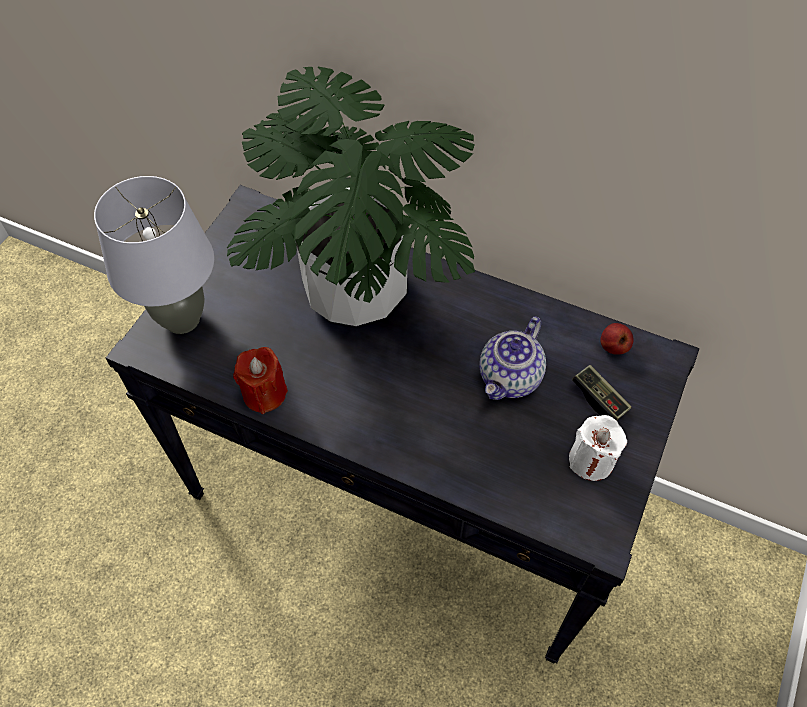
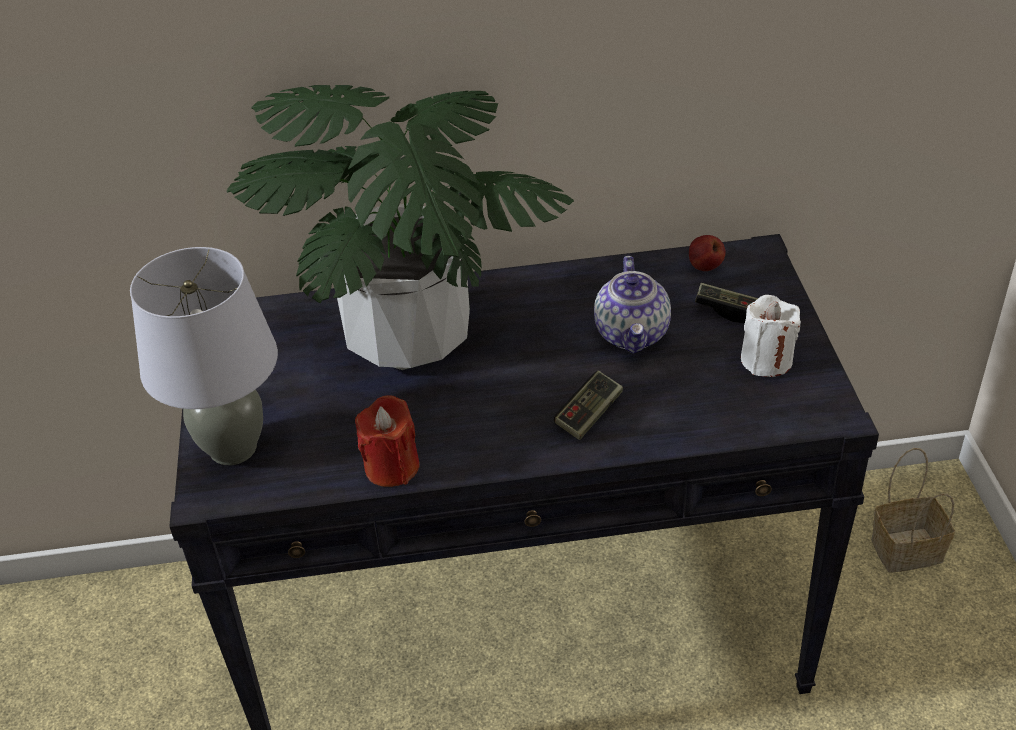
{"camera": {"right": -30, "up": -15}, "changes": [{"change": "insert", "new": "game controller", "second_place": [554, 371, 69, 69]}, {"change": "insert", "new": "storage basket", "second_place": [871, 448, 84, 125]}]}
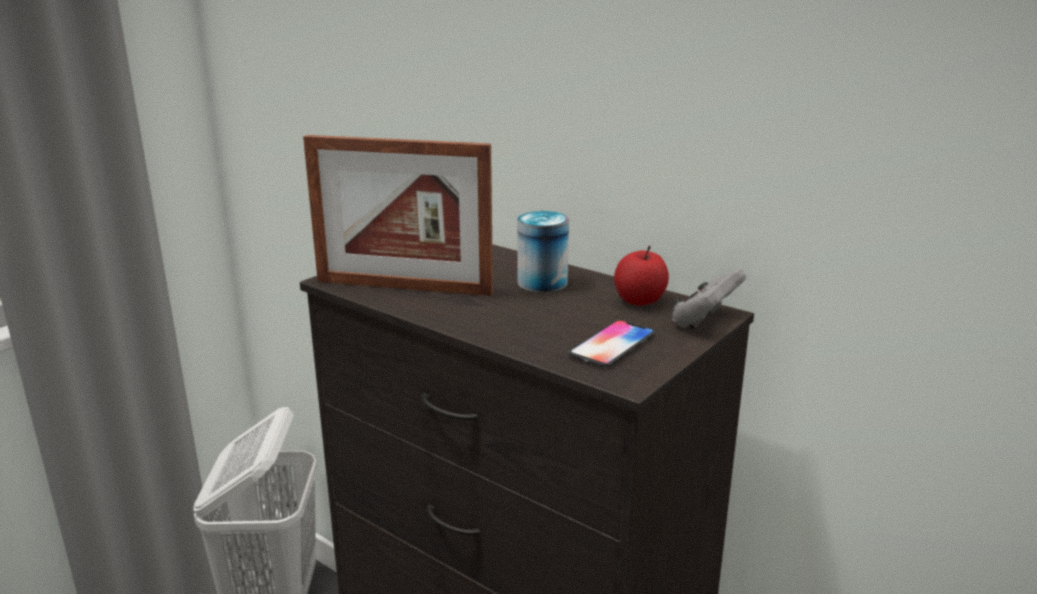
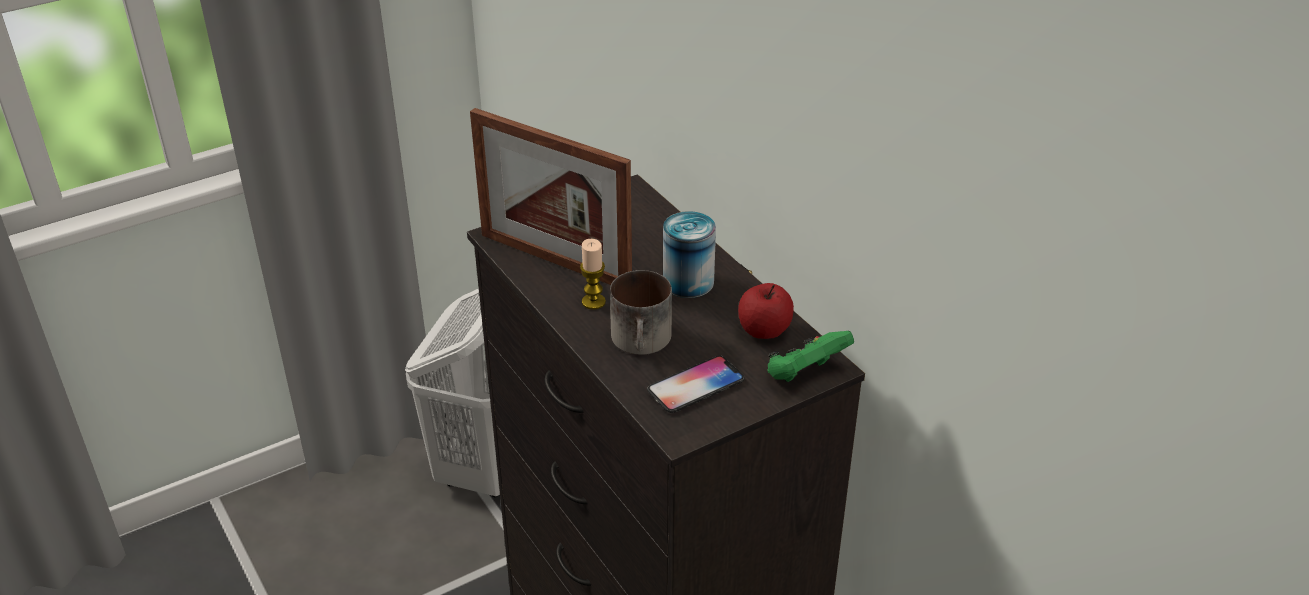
{"camera": {"right": 20, "up": 15}, "changes": [{"change": "recolor", "old": "greyish game controller", "new": "green game controller", "first_place": [672, 269, 74, 60], "second_place": [767, 331, 87, 51]}, {"change": "insert", "new": "candle", "second_place": [580, 239, 26, 71]}, {"change": "insert", "new": "tea mug", "second_place": [610, 270, 62, 85]}]}
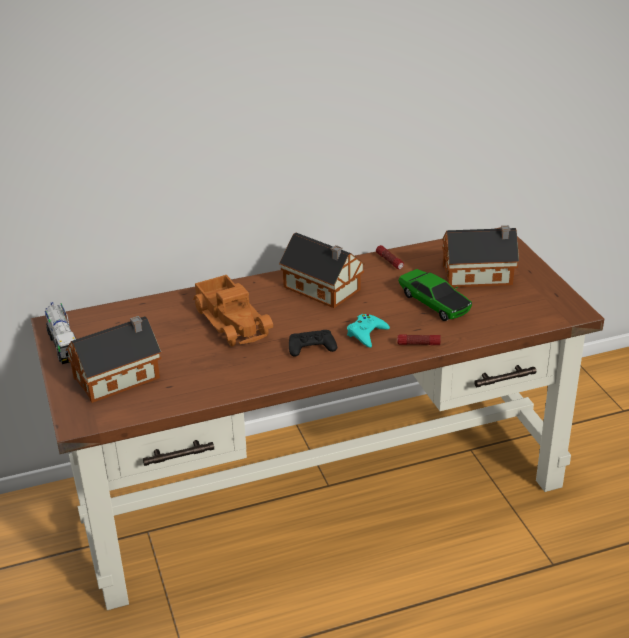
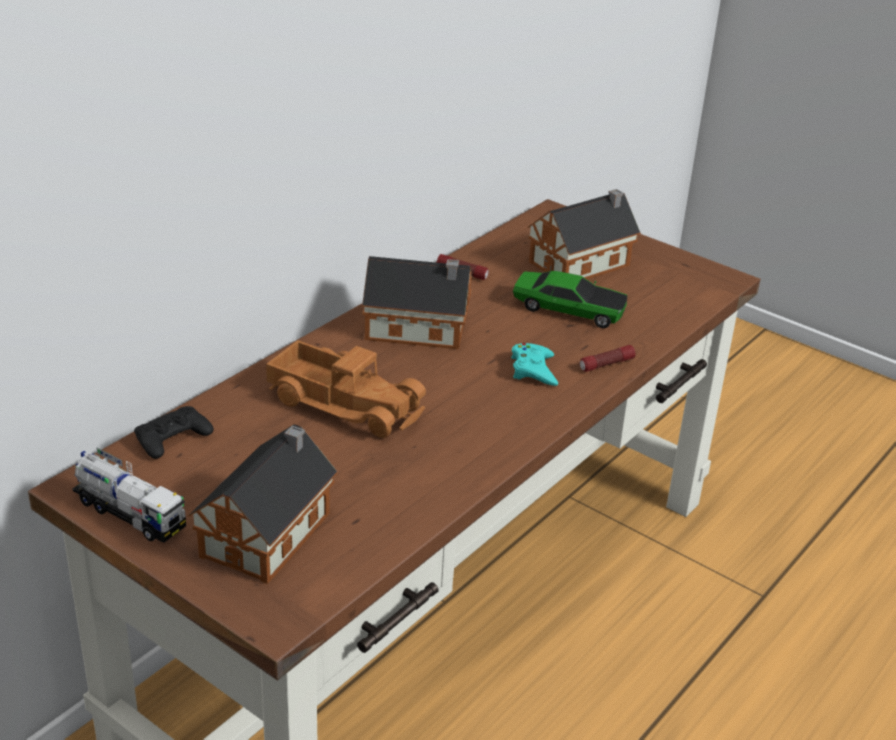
{"camera": {"right": -35, "up": 0}, "changes": [{"change": "move", "old": "black game controller", "first_place": [289, 330, 48, 27], "second_place": [134, 406, 80, 53]}]}
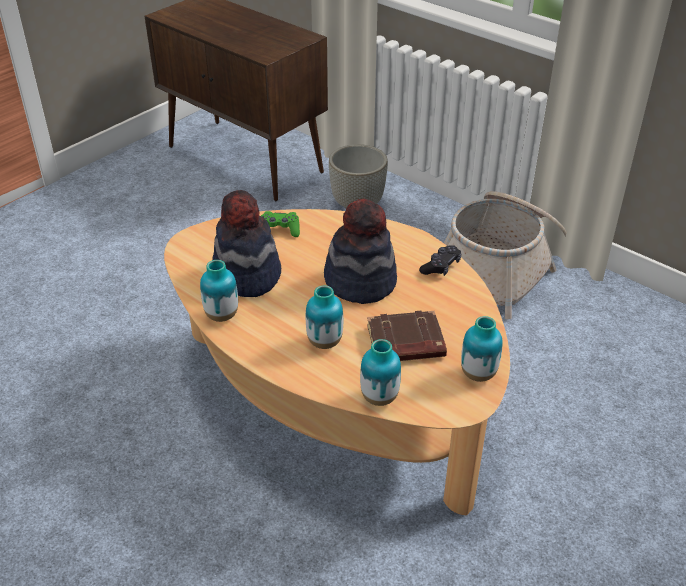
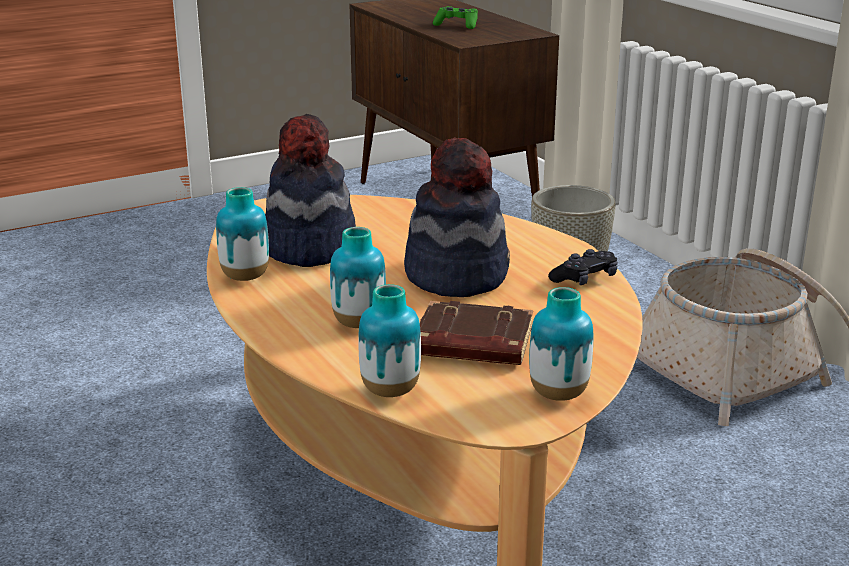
{"camera": {"right": 20, "up": -15}, "changes": [{"change": "move", "old": "green game controller", "first_place": [261, 211, 39, 26], "second_place": [433, 6, 45, 23]}]}
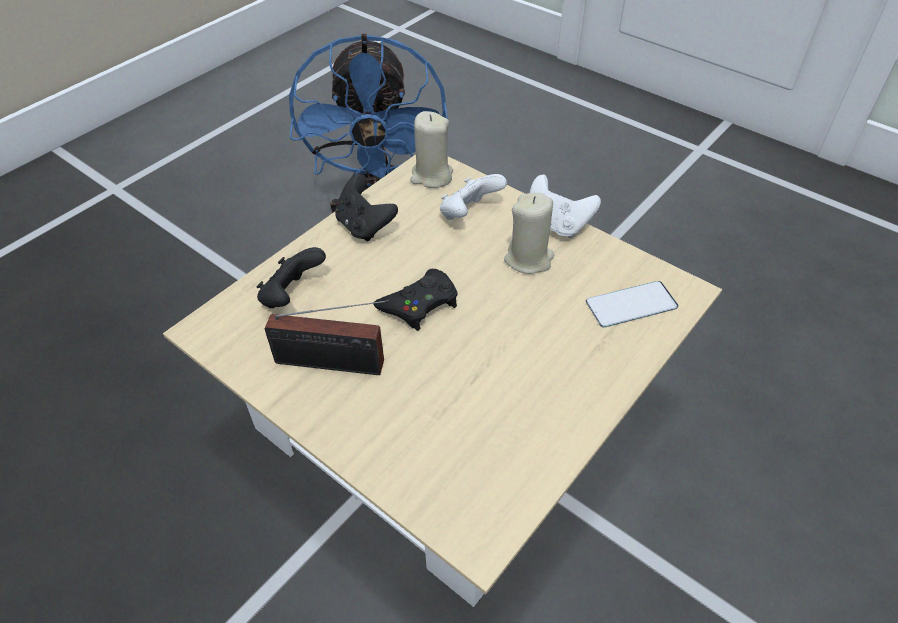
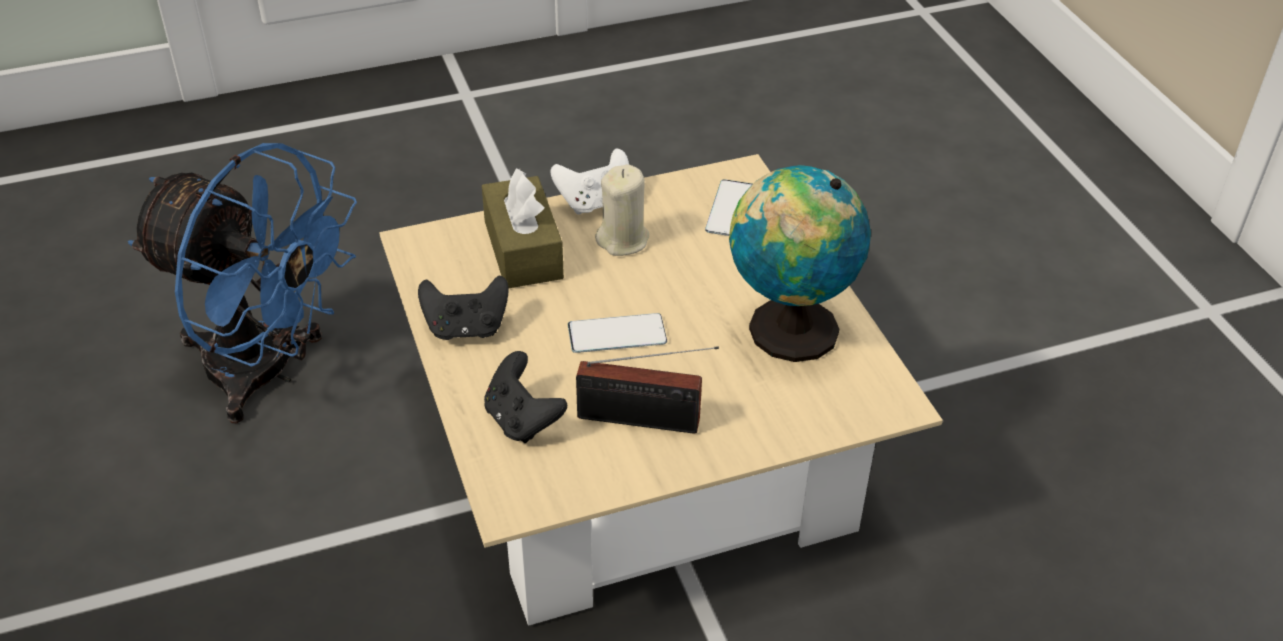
{"camera": {"right": -60, "up": -5}, "changes": [{"change": "rotate", "old": "radio set", "first_place": [265, 300, 125, 75], "second_place": [576, 346, 143, 88], "degrees": 60}, {"change": "replace", "old": "black game controller", "new": "handset", "first_place": [374, 269, 84, 62], "second_place": [568, 313, 99, 40]}, {"change": "delete", "old": "sand-coloured candle", "first_place": [410, 111, 43, 77]}, {"change": "replace", "old": "whitish game controller", "new": "brown tissue box", "first_place": [440, 174, 67, 46], "second_place": [482, 168, 82, 120]}, {"change": "insert", "new": "desk globe", "second_place": [729, 165, 142, 197]}]}
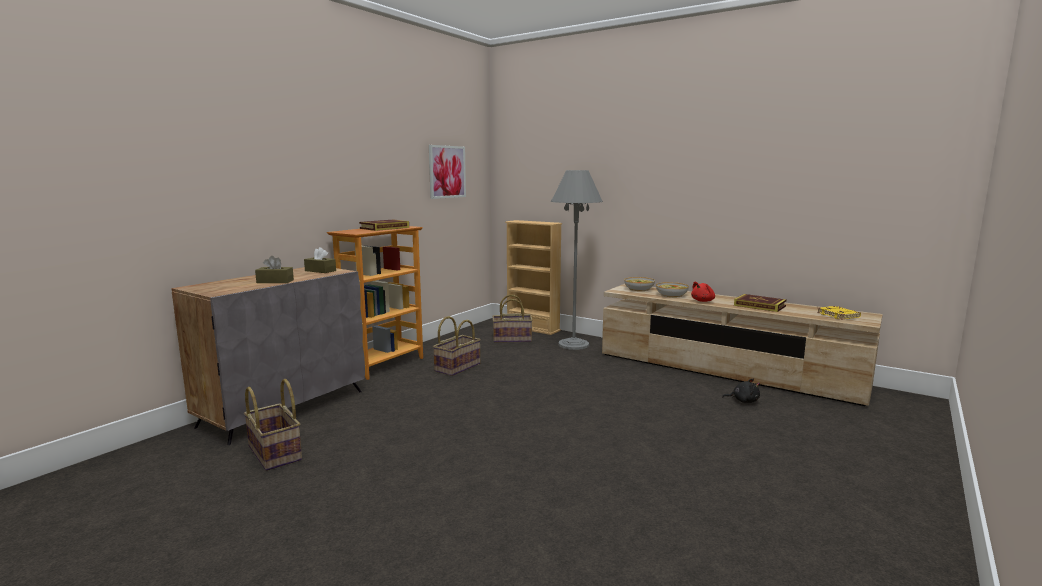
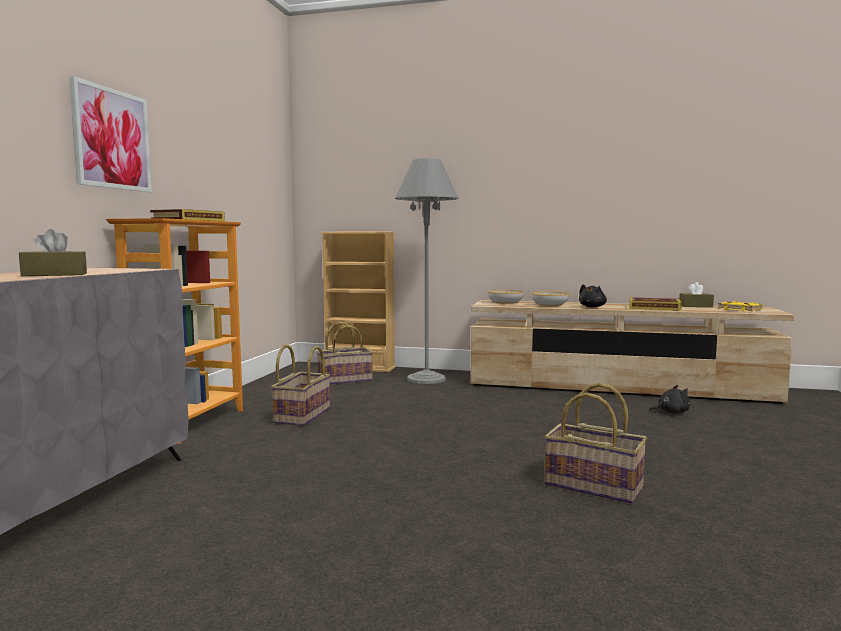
{"camera": {"right": -20, "up": -5}, "changes": [{"change": "move", "old": "storage basket", "first_place": [244, 379, 58, 92], "second_place": [544, 383, 103, 121]}, {"change": "move", "old": "brown tissue box", "first_place": [304, 247, 32, 26], "second_place": [679, 282, 35, 25]}, {"change": "move", "old": "wall picture", "first_place": [429, 145, 37, 54], "second_place": [69, 76, 83, 116]}, {"change": "recolor", "old": "reddish cuddly toy", "new": "black cuddly toy", "first_place": [691, 282, 24, 20], "second_place": [579, 284, 28, 23]}]}
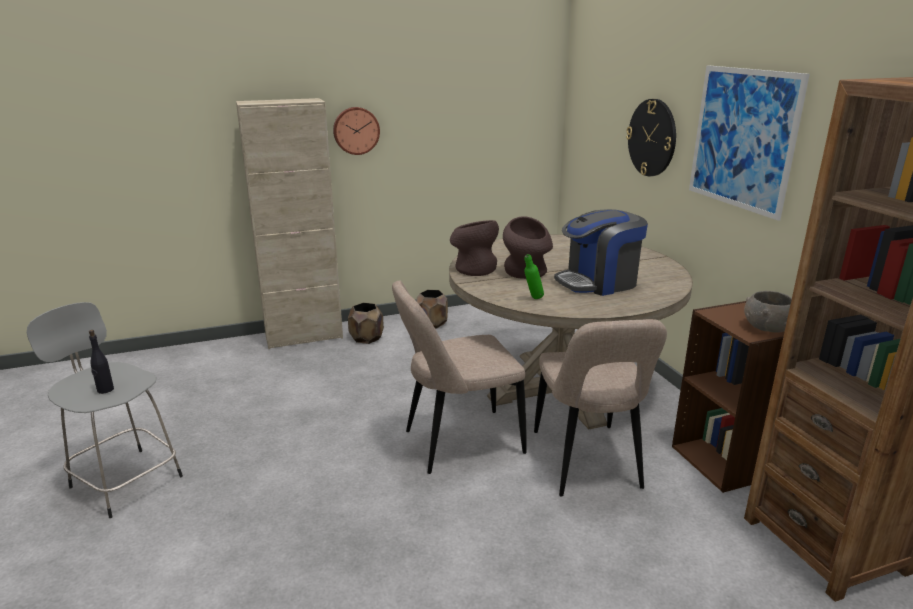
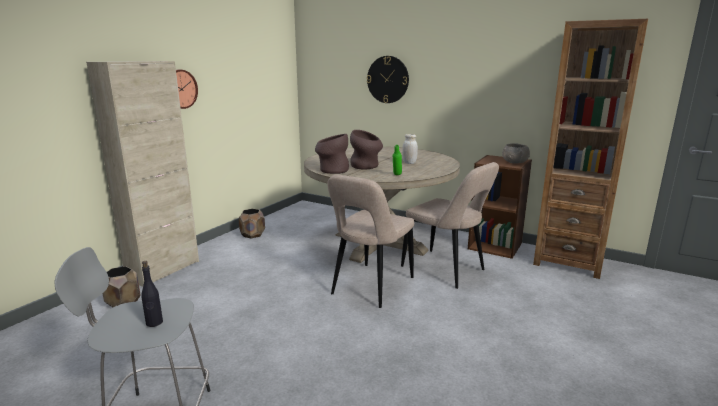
{"camera": {"right": -40, "up": -5}, "changes": [{"change": "move", "old": "brown plant pot", "first_place": [348, 303, 36, 41], "second_place": [103, 266, 37, 41]}, {"change": "replace", "old": "coffee machine", "new": "whitish preserve jar", "first_place": [554, 209, 94, 87], "second_place": [402, 134, 16, 30]}, {"change": "delete", "old": "wall picture", "first_place": [689, 65, 121, 156]}]}
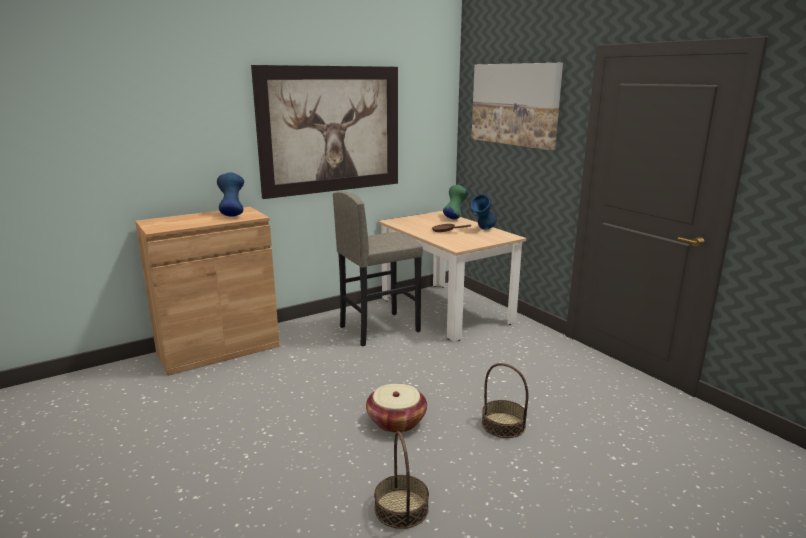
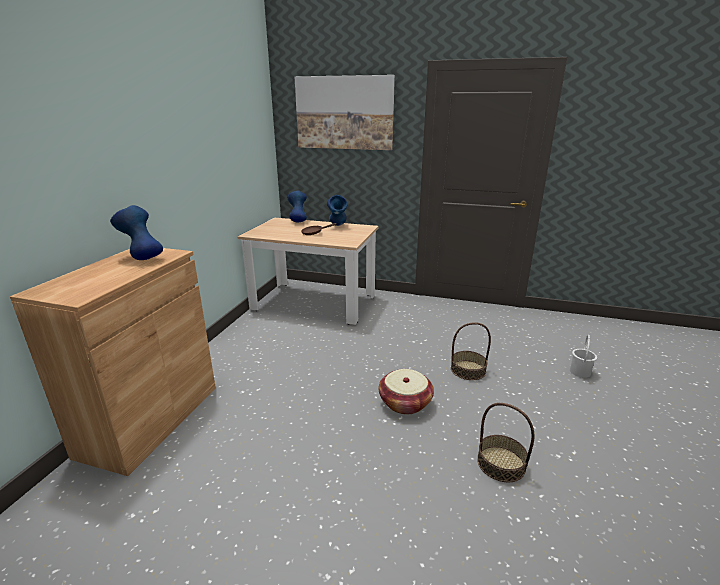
{"camera": {"right": -40, "up": 5}, "changes": [{"change": "delete", "old": "wall picture", "first_place": [251, 65, 147, 134]}, {"change": "delete", "old": "greyish stool", "first_place": [333, 191, 90, 155]}, {"change": "recolor", "old": "green vase", "new": "blue-coloured vase", "first_place": [443, 185, 26, 34], "second_place": [287, 191, 20, 31]}, {"change": "insert", "new": "whitish pail", "second_place": [570, 335, 27, 43]}]}
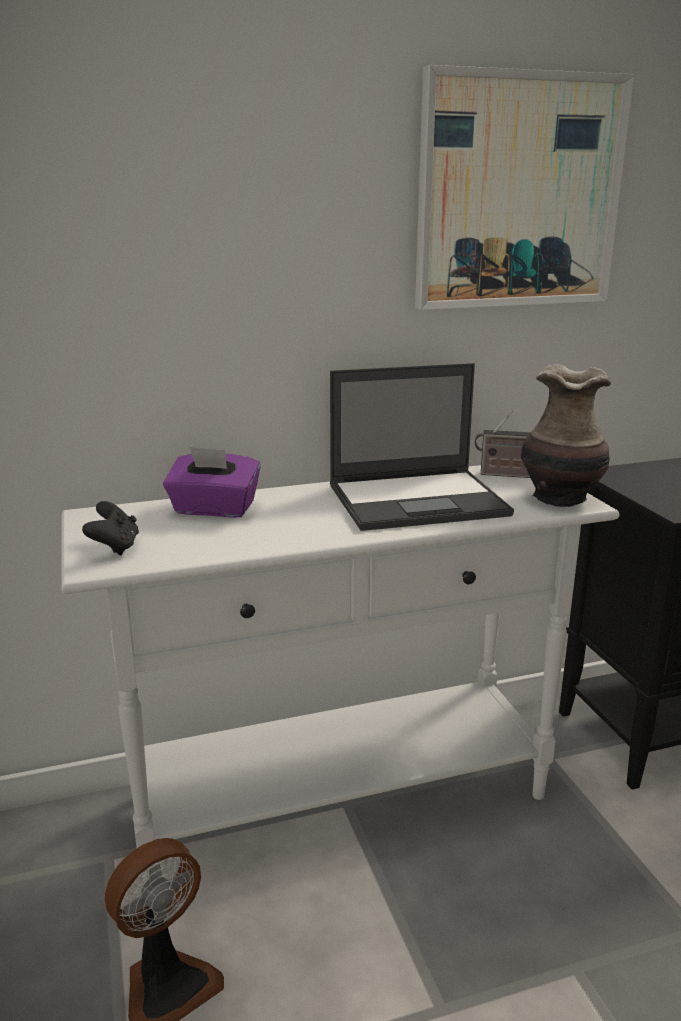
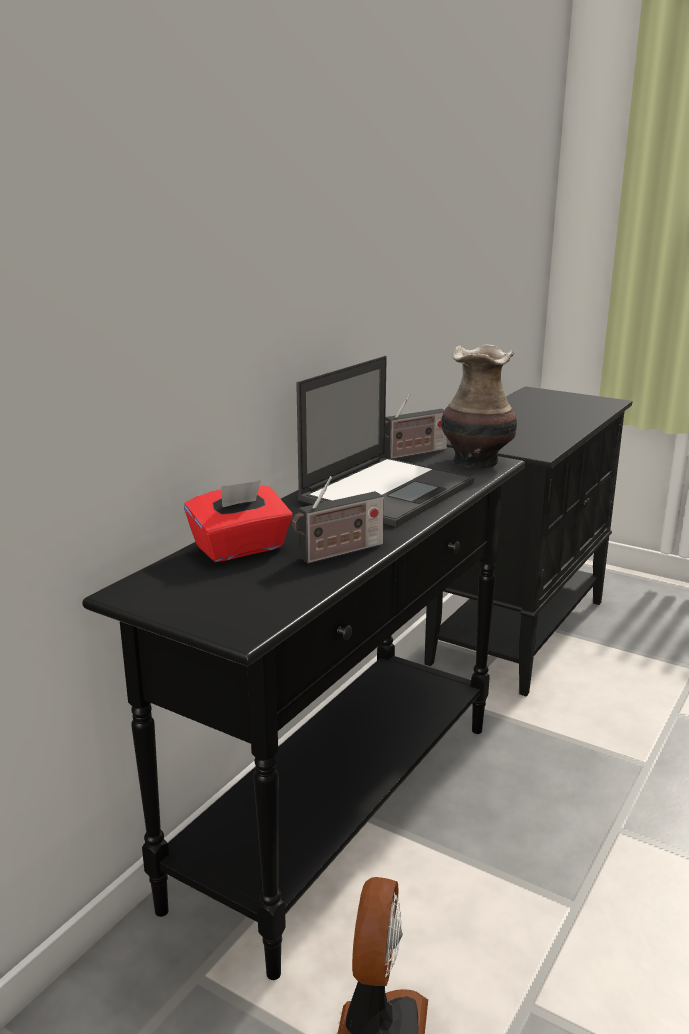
{"camera": {"right": -40, "up": 0}, "changes": [{"change": "recolor", "old": "whitish narrow table", "new": "black narrow table", "first_place": [61, 465, 559, 420], "second_place": [82, 447, 443, 533]}, {"change": "delete", "old": "black game controller", "first_place": [82, 501, 57, 54]}, {"change": "recolor", "old": "purple-coloured tissue box", "new": "reddish tissue box", "first_place": [163, 447, 98, 70], "second_place": [184, 480, 109, 82]}, {"change": "delete", "old": "wall picture", "first_place": [415, 65, 219, 245]}, {"change": "insert", "new": "radio set", "second_place": [292, 476, 92, 87]}]}
